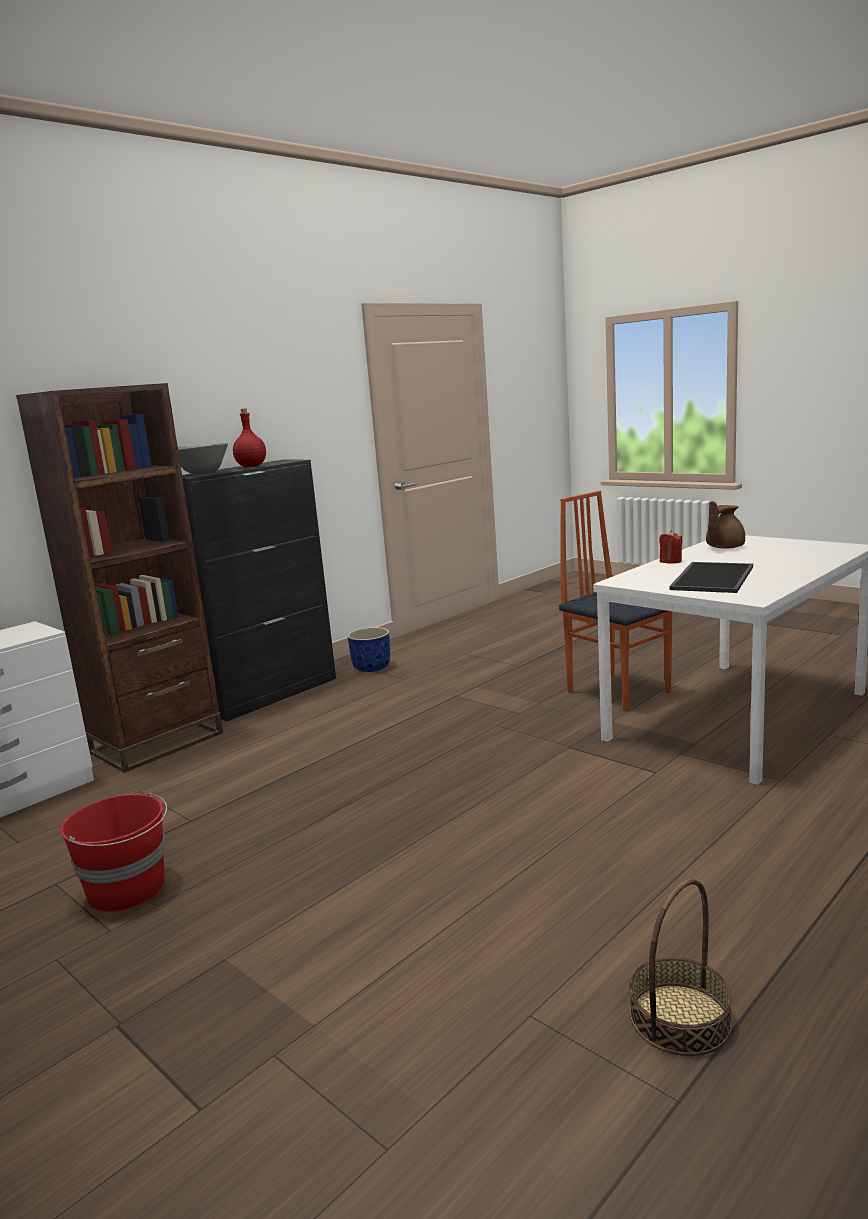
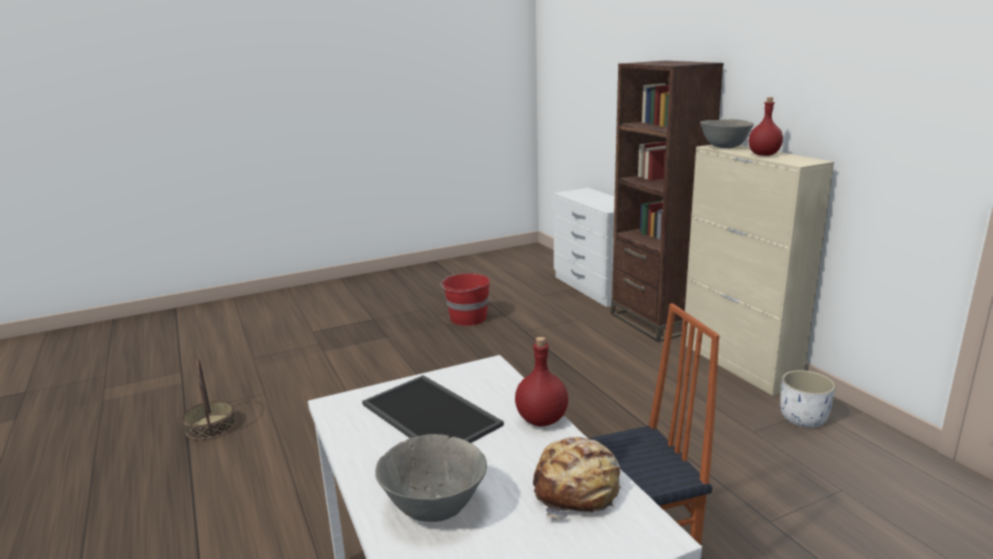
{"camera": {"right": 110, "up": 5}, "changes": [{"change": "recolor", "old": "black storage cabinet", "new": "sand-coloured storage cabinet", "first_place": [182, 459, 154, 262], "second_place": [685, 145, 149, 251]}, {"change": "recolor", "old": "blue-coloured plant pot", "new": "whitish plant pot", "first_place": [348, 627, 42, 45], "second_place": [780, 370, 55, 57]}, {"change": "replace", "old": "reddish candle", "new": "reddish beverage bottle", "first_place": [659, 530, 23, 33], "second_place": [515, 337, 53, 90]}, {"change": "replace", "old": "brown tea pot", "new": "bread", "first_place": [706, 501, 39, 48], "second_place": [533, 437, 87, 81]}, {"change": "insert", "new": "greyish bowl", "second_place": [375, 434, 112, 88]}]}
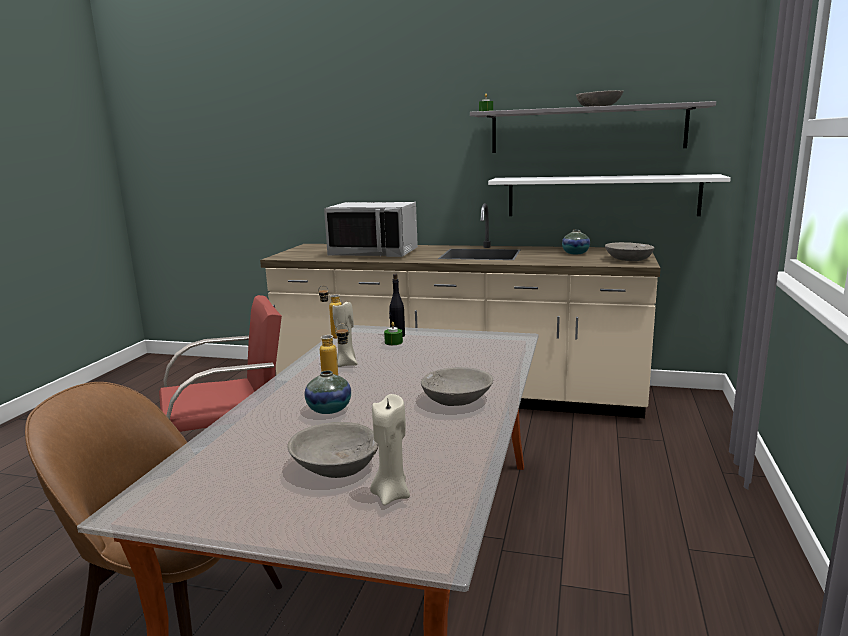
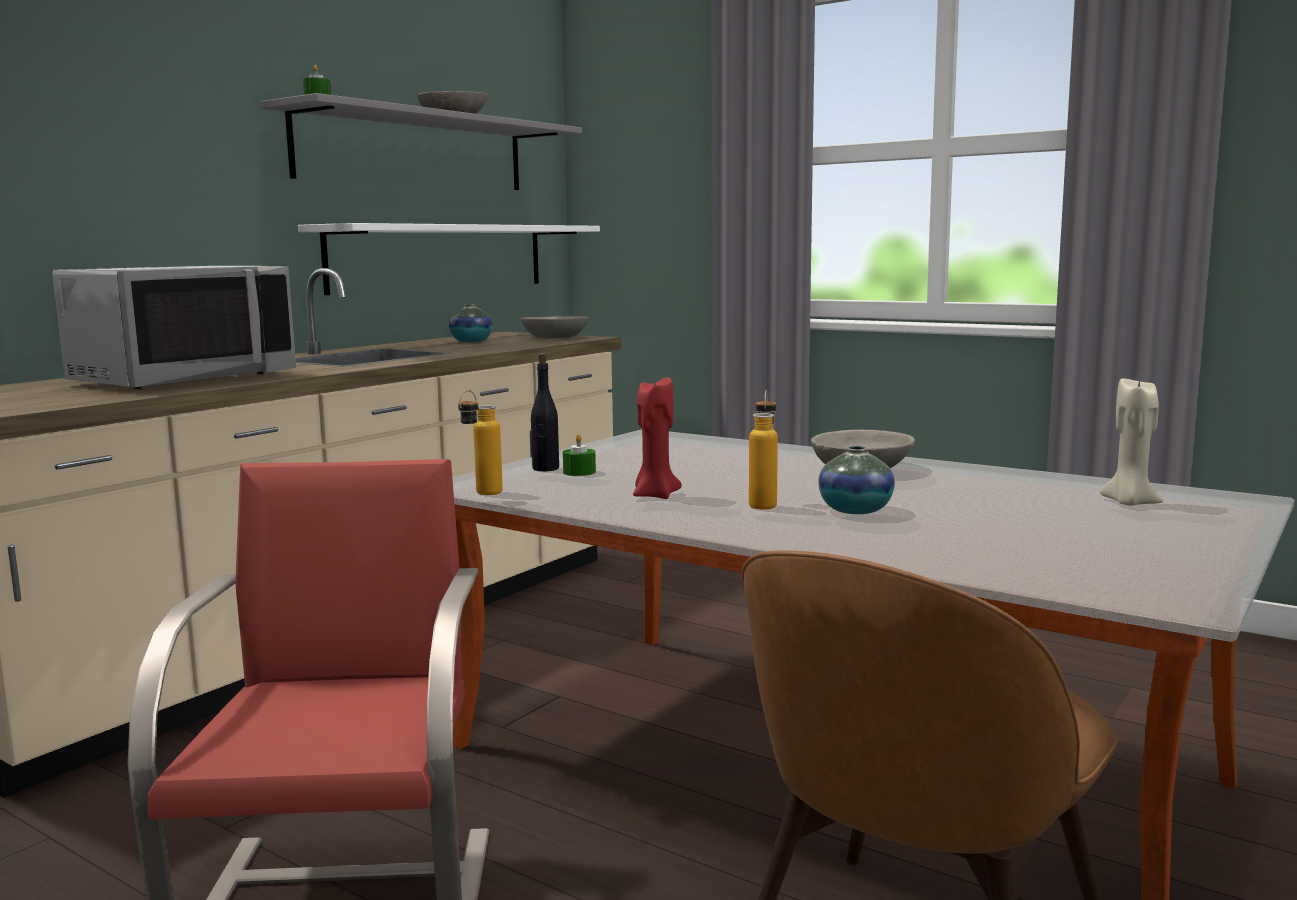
{"camera": {"right": -70, "up": -5}, "changes": [{"change": "delete", "old": "greyish bowl", "first_place": [287, 422, 91, 56]}, {"change": "recolor", "old": "sand-coloured candle", "new": "reddish candle", "first_place": [332, 302, 26, 65], "second_place": [633, 376, 49, 123]}]}
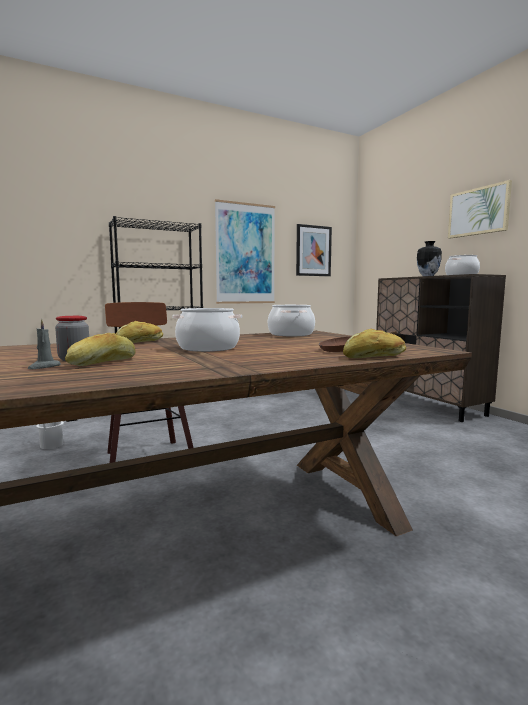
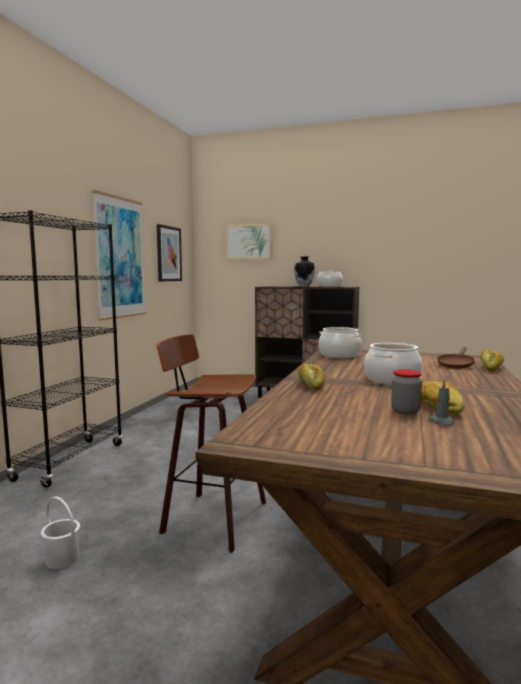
{"camera": {"right": -45, "up": 0}, "changes": [{"change": "move", "old": "wall picture", "first_place": [448, 180, 64, 58], "second_place": [226, 223, 46, 37]}]}
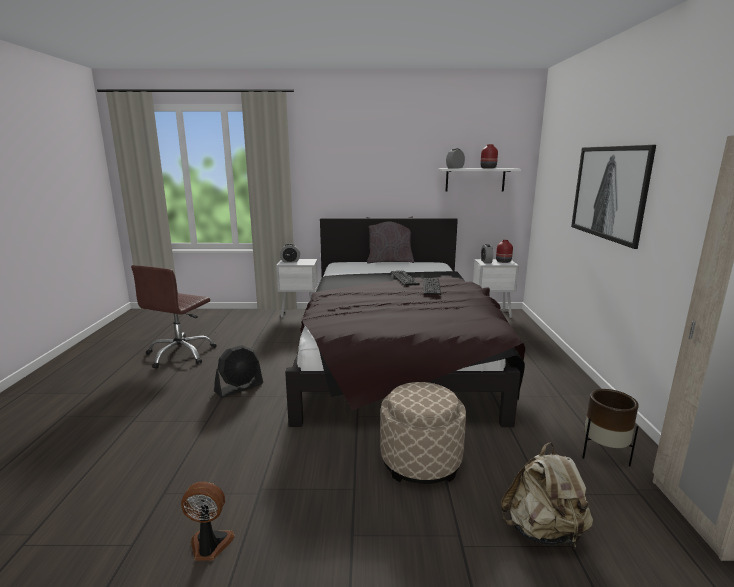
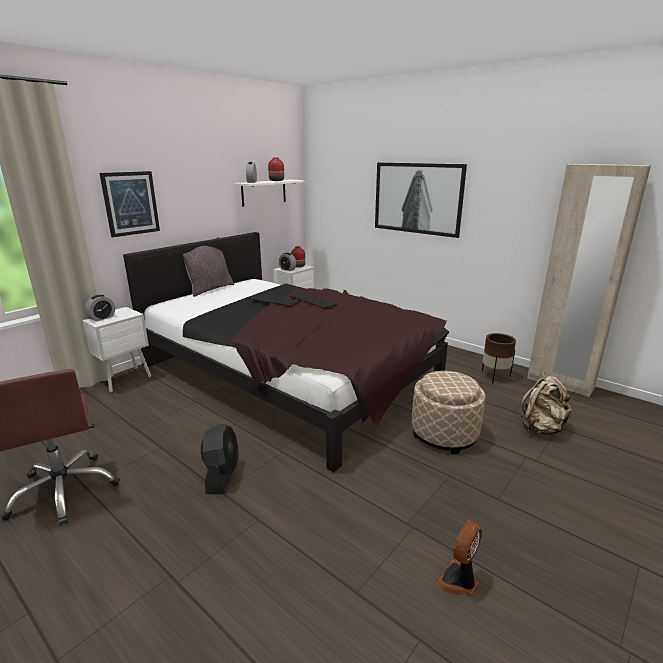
{"camera": {"right": -50, "up": 5}, "changes": [{"change": "insert", "new": "wall picture", "second_place": [99, 171, 61, 66]}]}
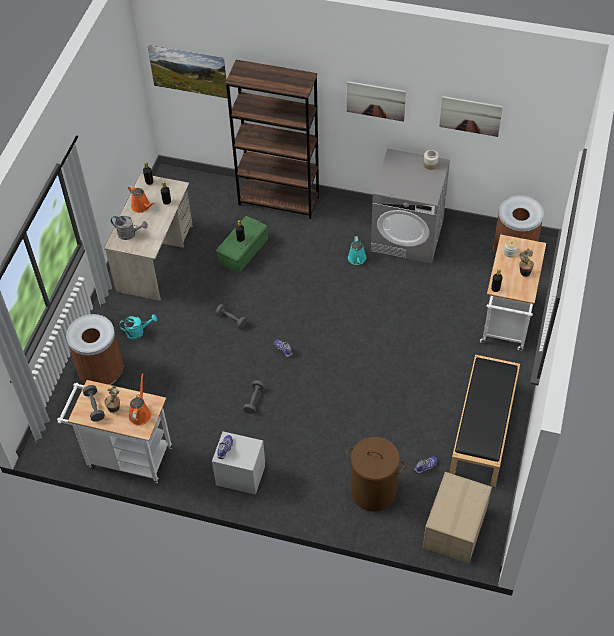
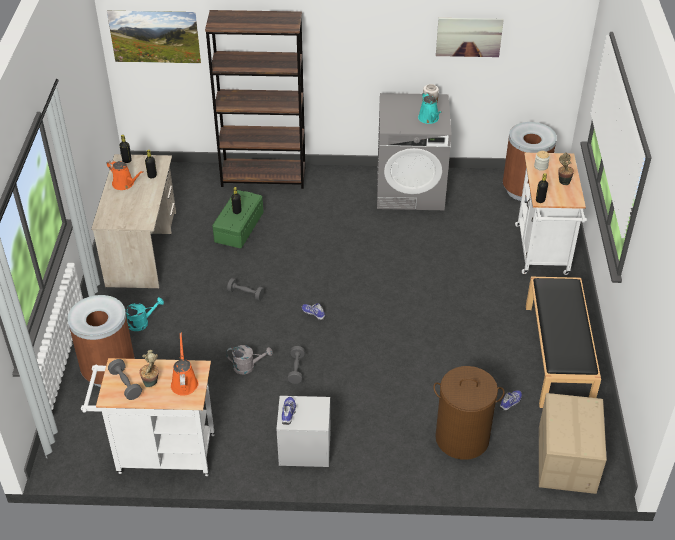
{"camera": {"right": -15, "up": -10}, "changes": [{"change": "move", "old": "greyish watering can", "first_place": [111, 216, 37, 24], "second_place": [226, 345, 47, 29]}, {"change": "delete", "old": "wall picture", "first_place": [347, 81, 59, 41]}, {"change": "move", "old": "turquoise watering can", "first_place": [348, 236, 18, 29], "second_place": [418, 92, 24, 32]}]}
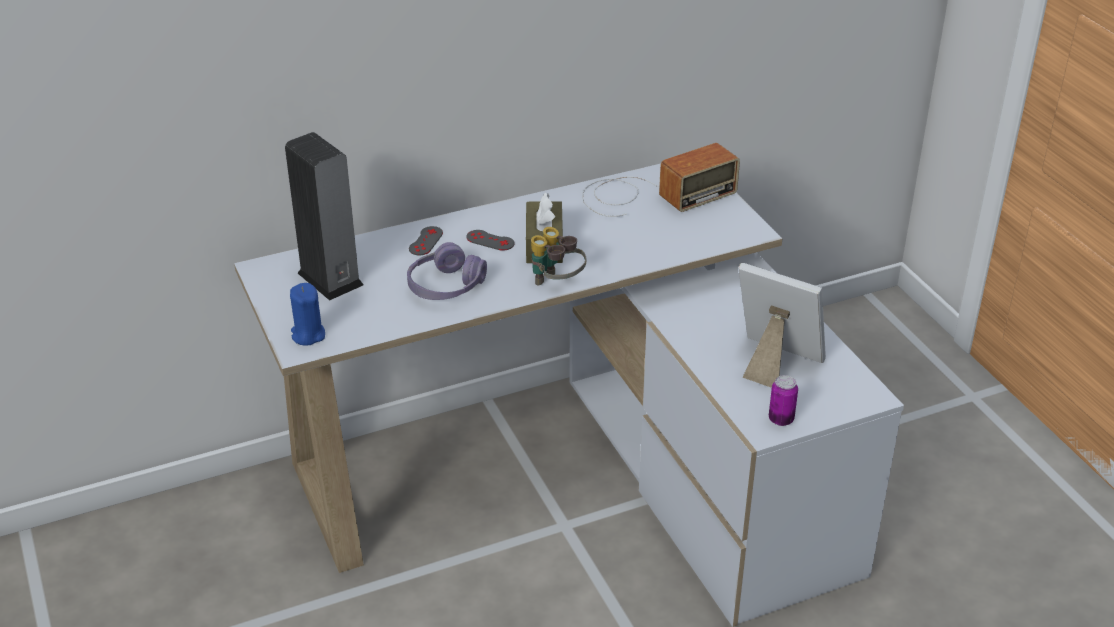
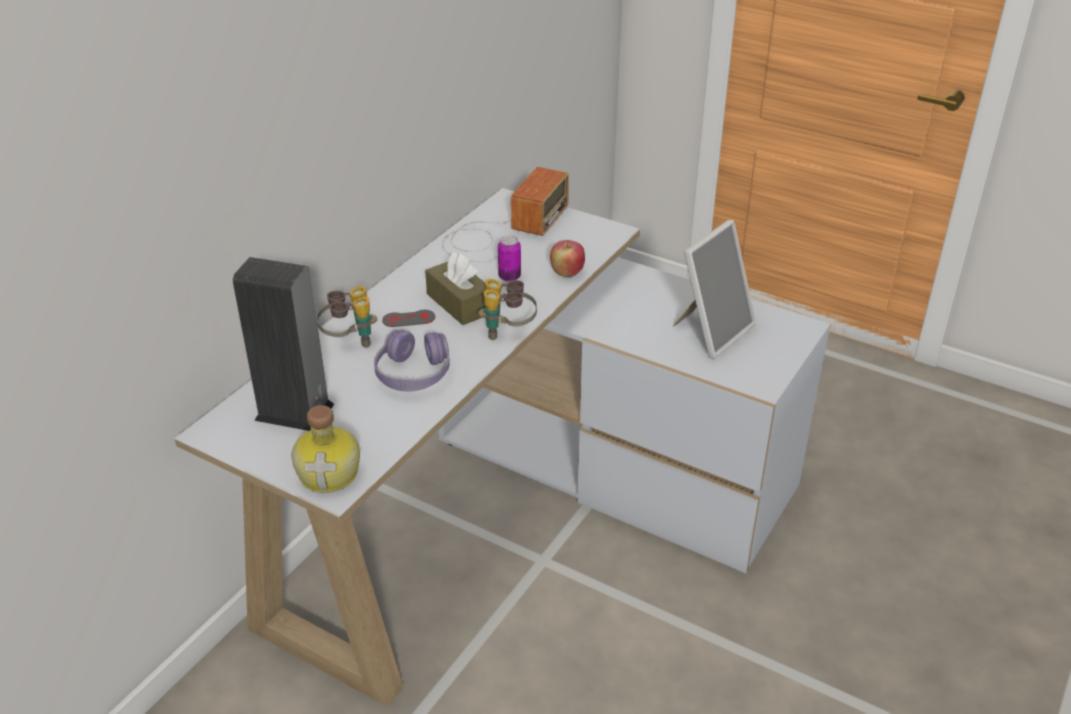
{"camera": {"right": -35, "up": 0}, "changes": [{"change": "replace", "old": "blue-coloured candle", "new": "beverage bottle", "first_place": [290, 283, 35, 62], "second_place": [291, 405, 69, 88]}, {"change": "replace", "old": "greyish game controller", "new": "pair of binoculars", "first_place": [409, 226, 34, 29], "second_place": [317, 286, 60, 62]}, {"change": "rotate", "old": "standing frame", "first_place": [738, 263, 88, 125], "second_place": [673, 220, 83, 139], "degrees": 135}, {"change": "move", "old": "sealed can", "first_place": [769, 375, 29, 51], "second_place": [498, 235, 23, 47]}, {"change": "insert", "new": "whole apple", "second_place": [550, 240, 35, 37]}]}
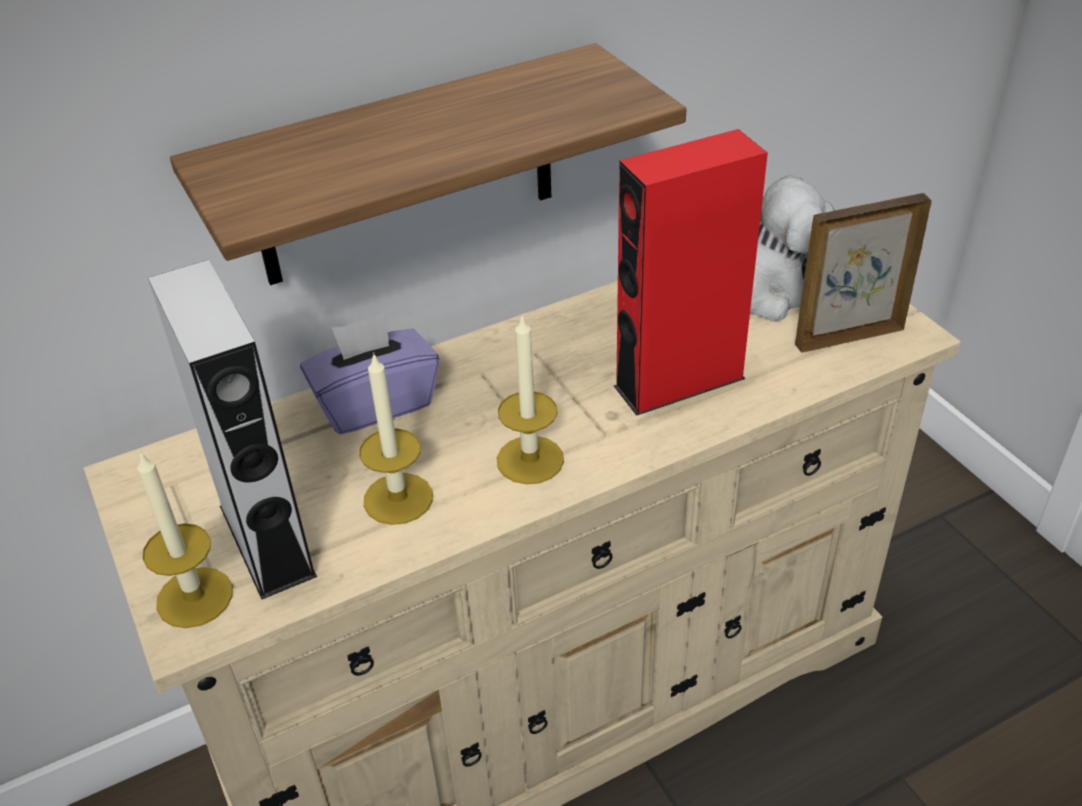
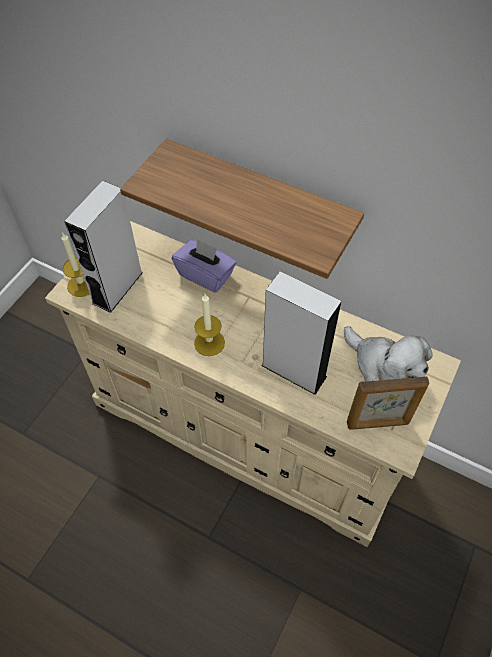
{"camera": {"right": 55, "up": 15}, "changes": [{"change": "delete", "old": "candle", "first_place": [359, 352, 74, 173]}, {"change": "recolor", "old": "reddish speaker", "new": "greyish speaker", "first_place": [614, 129, 154, 287], "second_place": [261, 271, 81, 124]}, {"change": "rotate", "old": "standing frame", "first_place": [795, 193, 136, 160], "second_place": [347, 376, 82, 54], "degrees": 135}]}
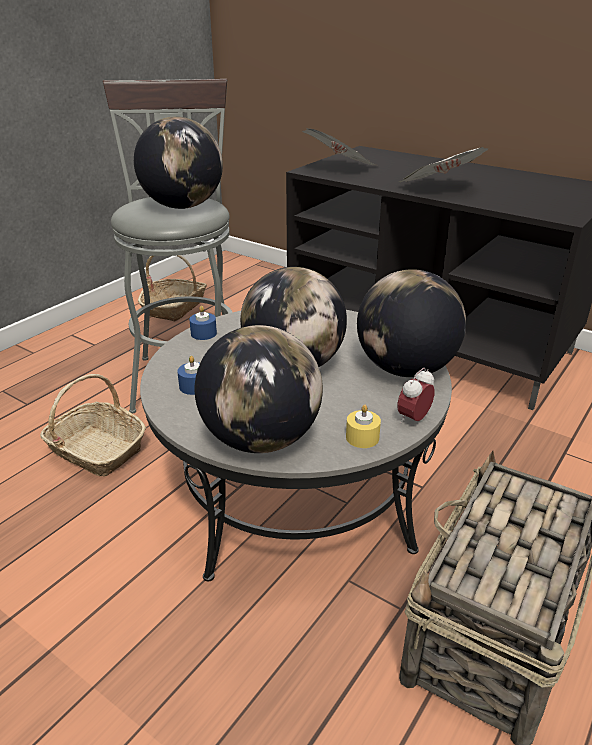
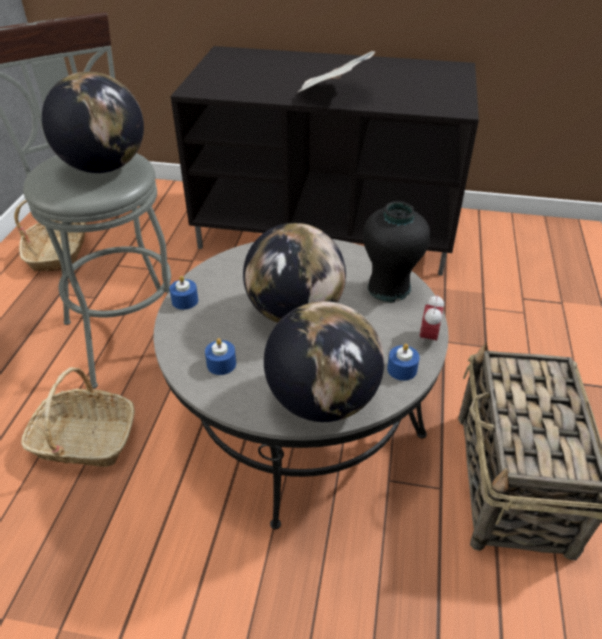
{"camera": {"right": -25, "up": 10}, "changes": [{"change": "delete", "old": "printed paper", "first_place": [302, 128, 74, 37]}, {"change": "recolor", "old": "yellowish candle", "new": "blue-coloured candle", "first_place": [346, 405, 35, 43], "second_place": [387, 344, 33, 37]}, {"change": "replace", "old": "desk globe", "new": "black vase", "first_place": [357, 269, 109, 108], "second_place": [363, 201, 68, 101]}]}
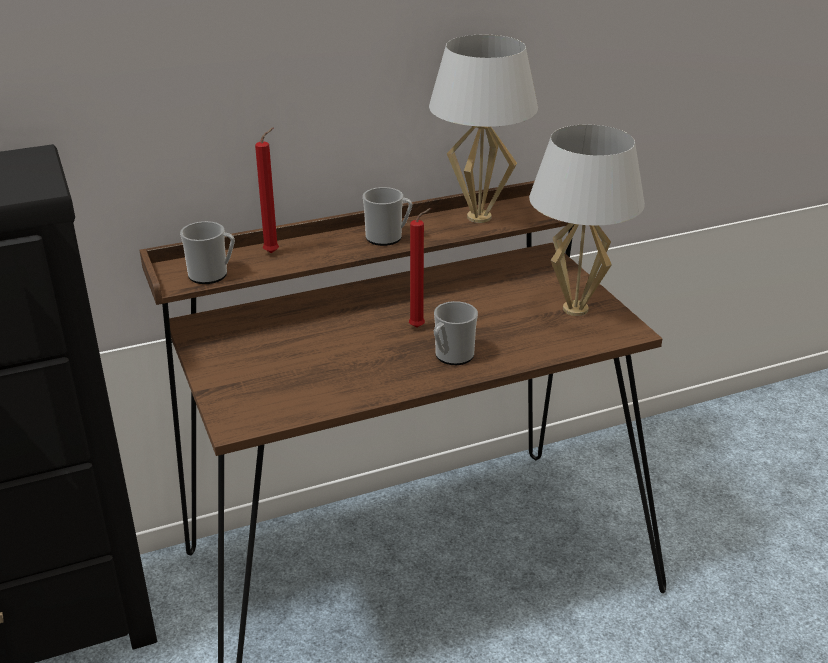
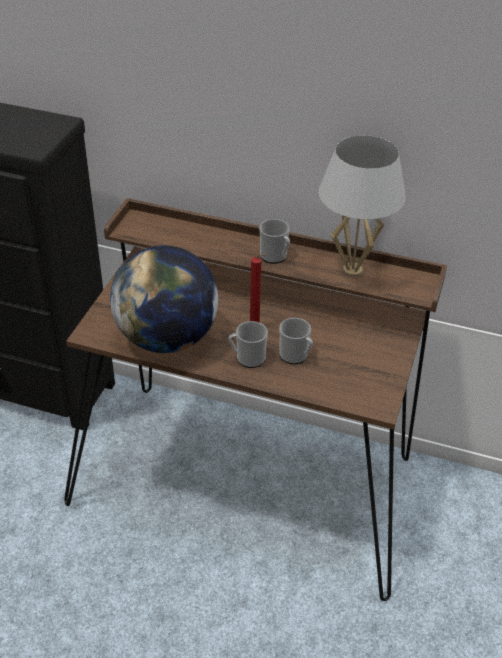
{"camera": {"right": 40, "up": 10}, "changes": [{"change": "move", "old": "tea mug", "first_place": [180, 221, 55, 63], "second_place": [279, 318, 34, 46]}, {"change": "delete", "old": "reddish candle", "first_place": [255, 127, 24, 126]}, {"change": "delete", "old": "whitish table lamp", "first_place": [529, 124, 116, 192]}, {"change": "insert", "new": "desk globe", "second_place": [110, 245, 109, 108]}]}
